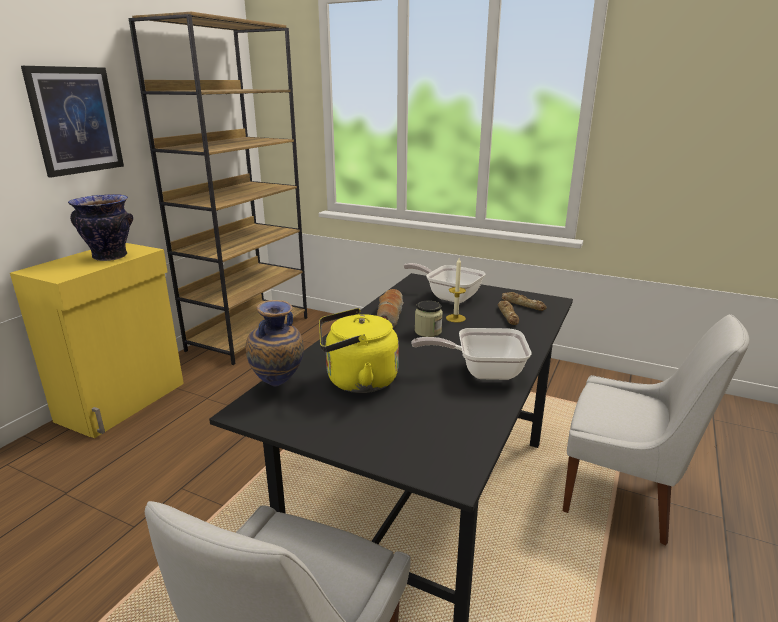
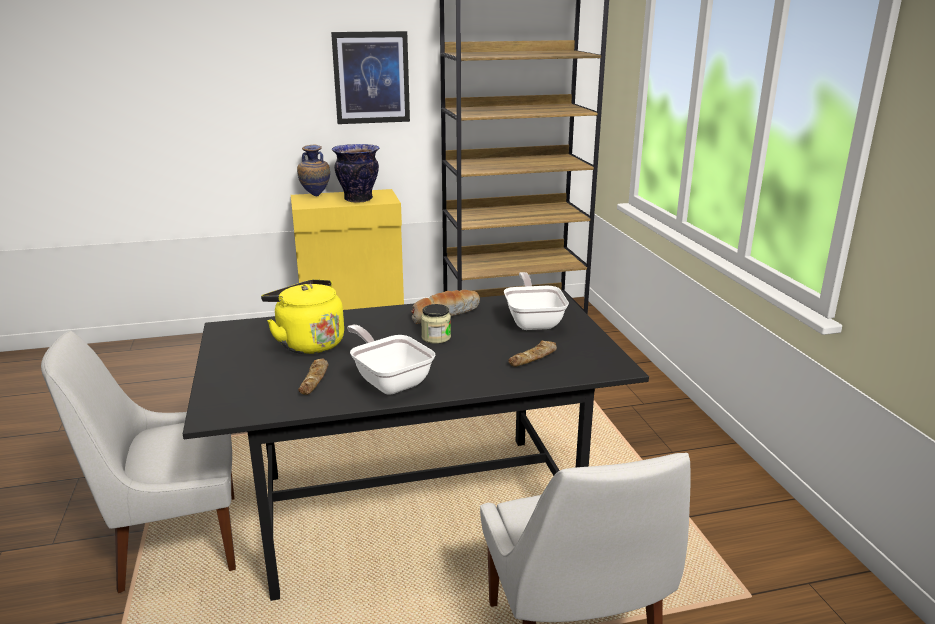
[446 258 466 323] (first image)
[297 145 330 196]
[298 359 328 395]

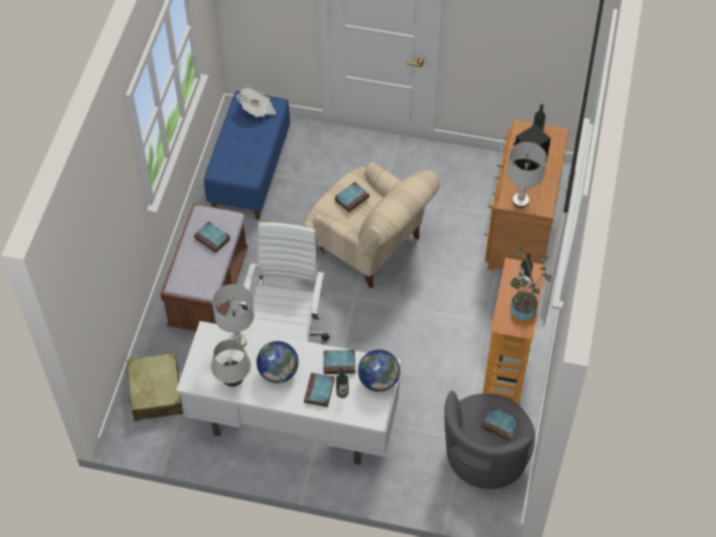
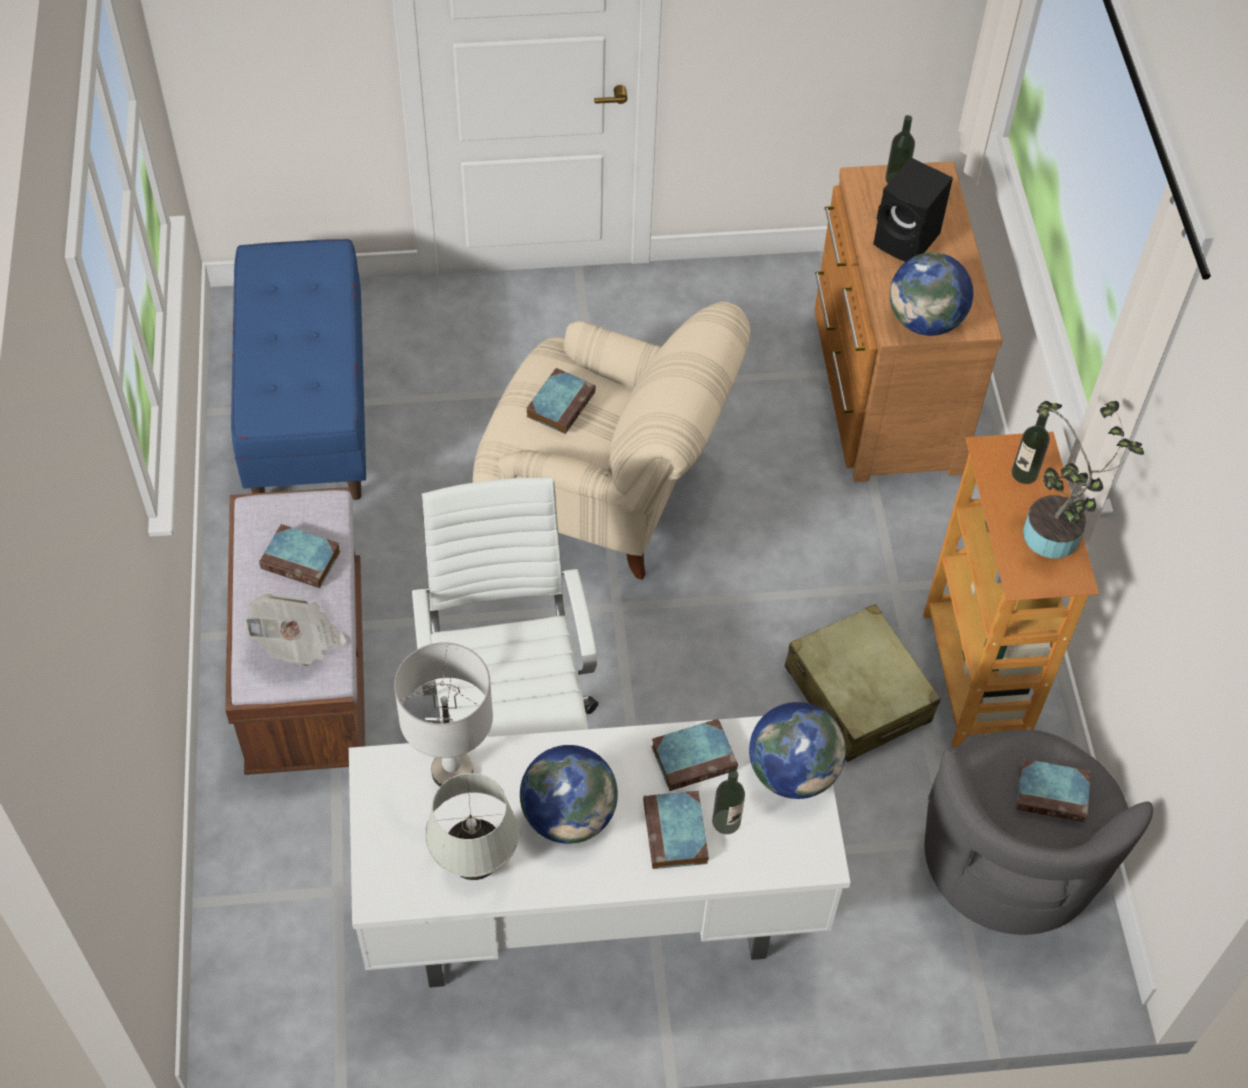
[785 604 941 762]
[242 594 346 666]
[890 252 973 336]

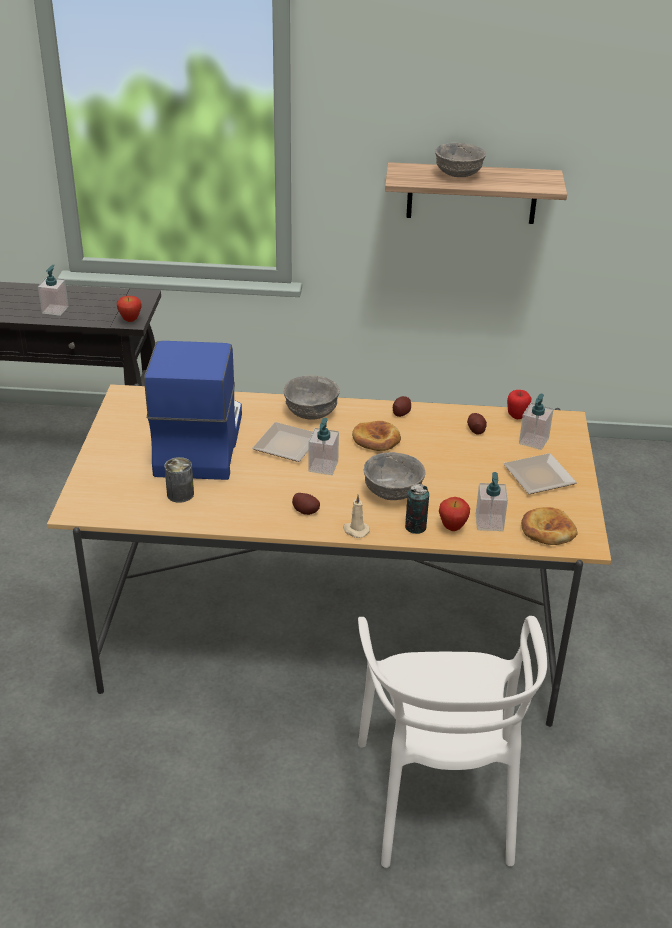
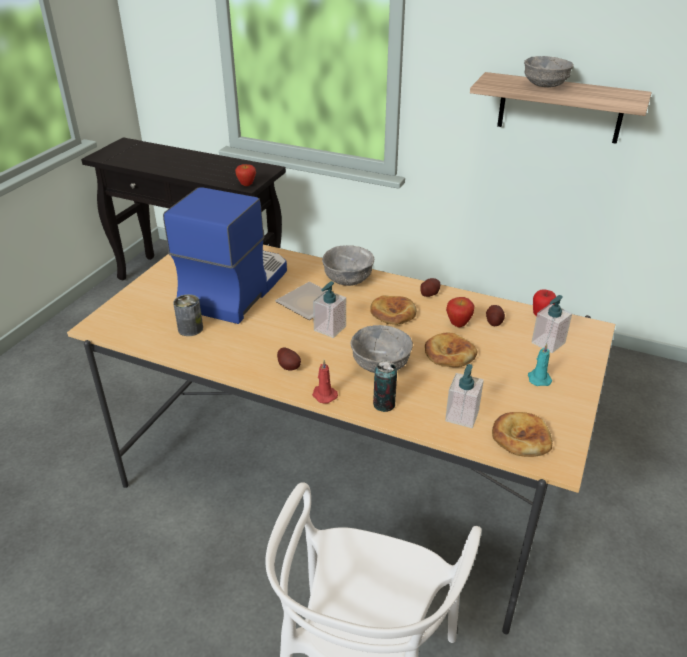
[38 265 69 316] (first image)
[425 333 478 367]
[446 297 474 327]
[528 343 552 386]
[312 360 338 404]

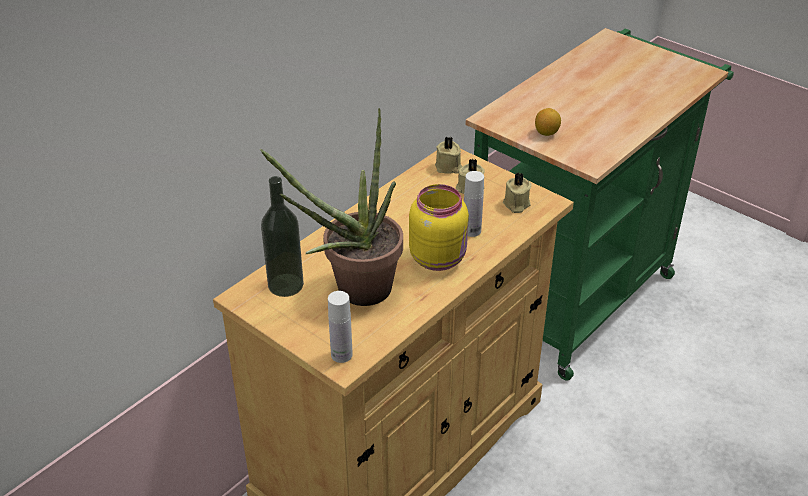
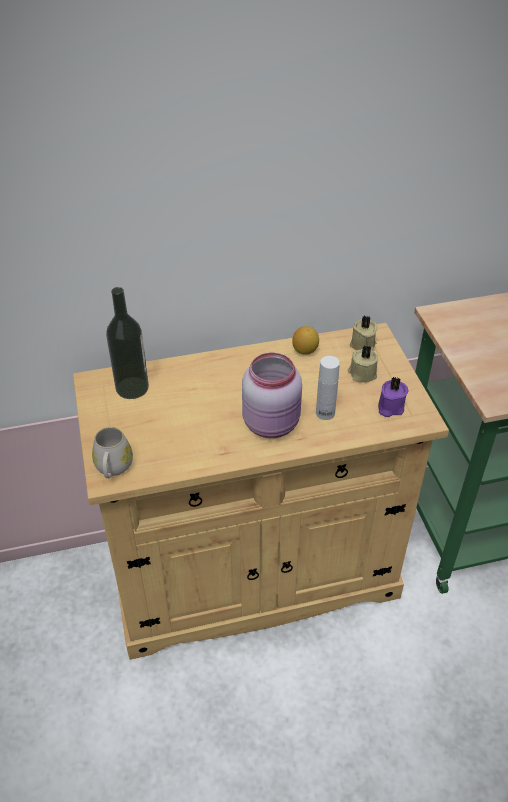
[260 108 403 306] (first image)
[292 326 319 355]
[92 427 133 478]
[242 353 302 438]
[378 377 408 417]

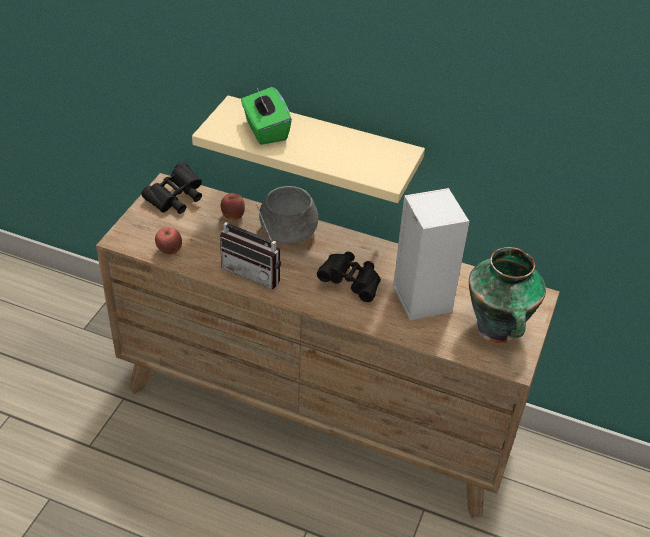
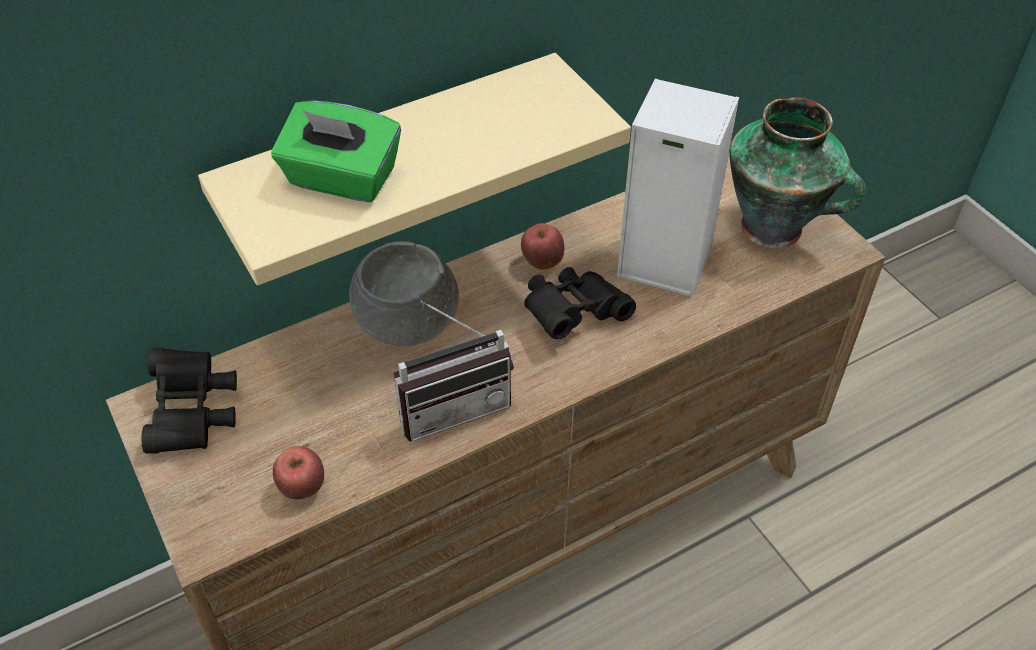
[521 223 564 270]

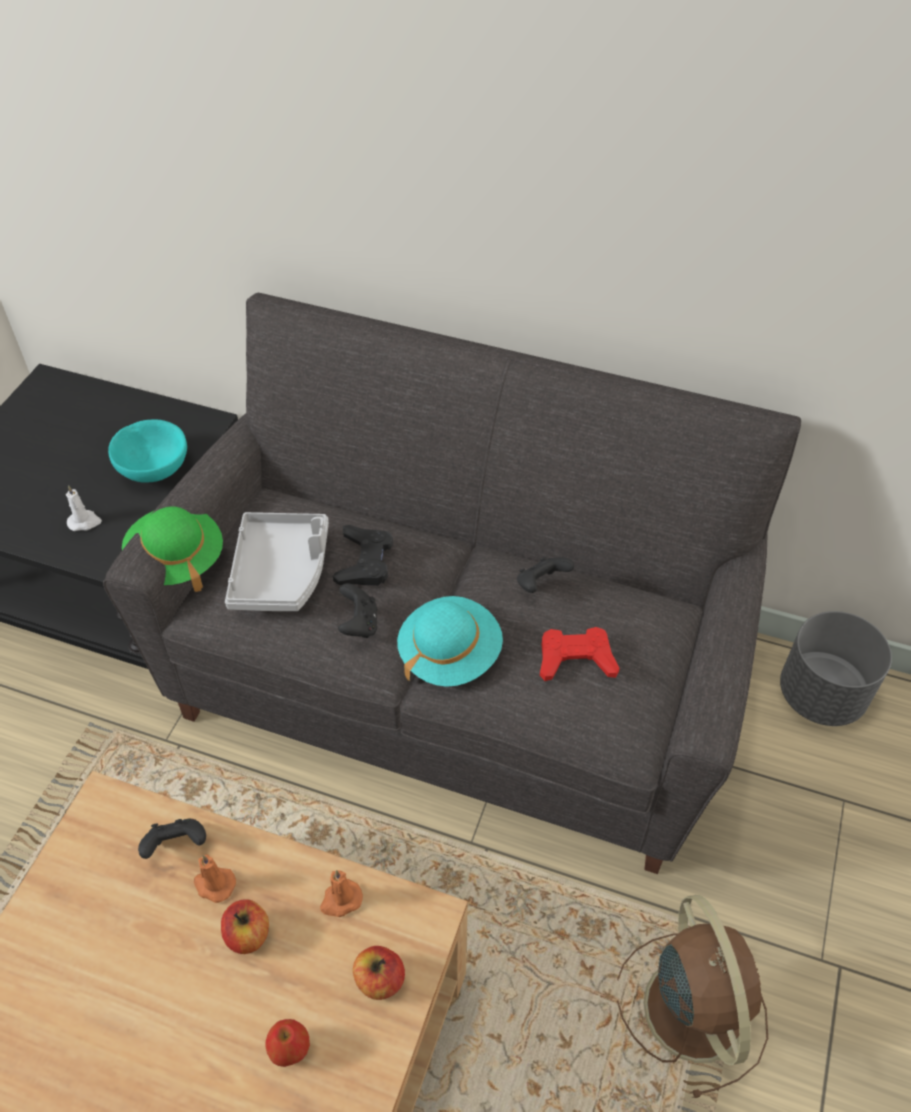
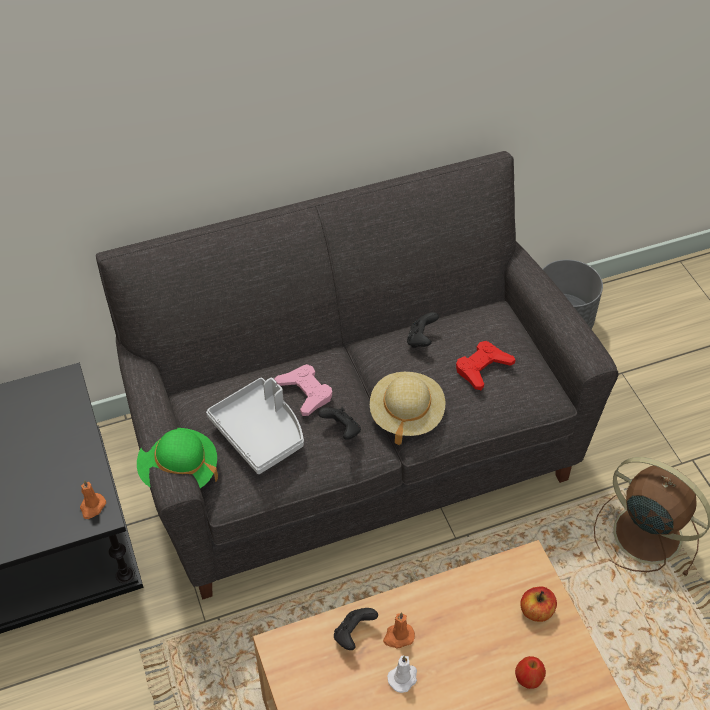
[108 420 187 483] (first image)
[221 899 269 954] (first image)
[387 656 417 693]
[80 480 106 519]
[274 364 332 416]
[370 372 445 445]

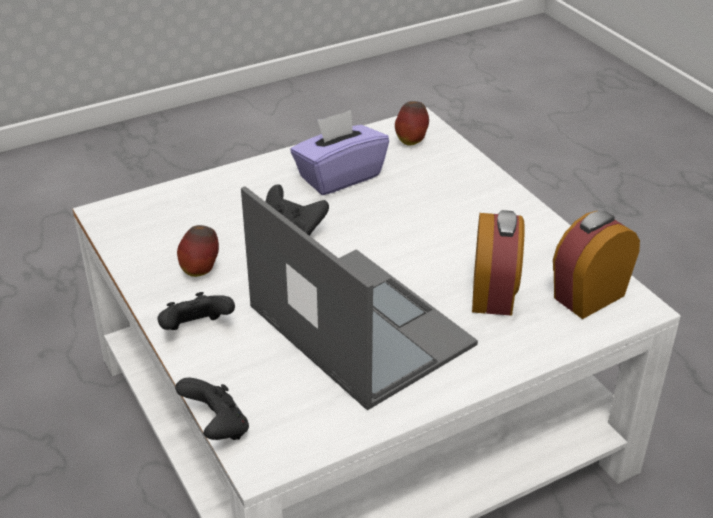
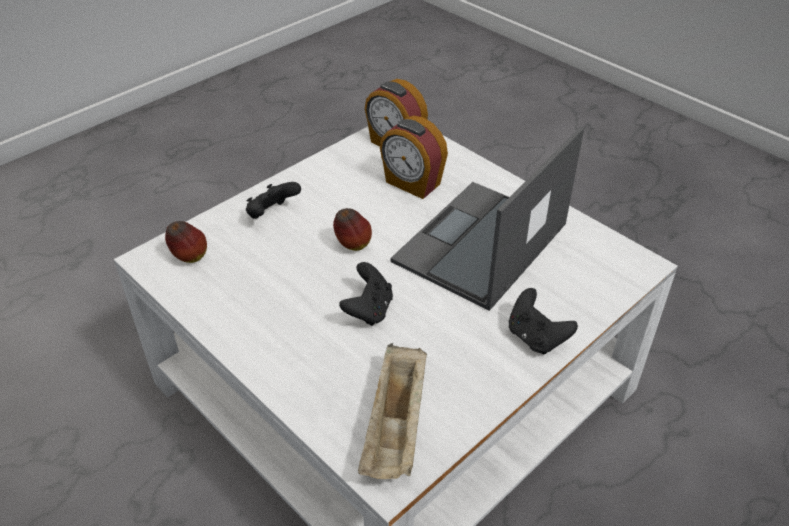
[290 110 389 195] (first image)
[358 343 427 479]
[246 182 301 219]
[333 208 372 251]
[380 116 448 199]

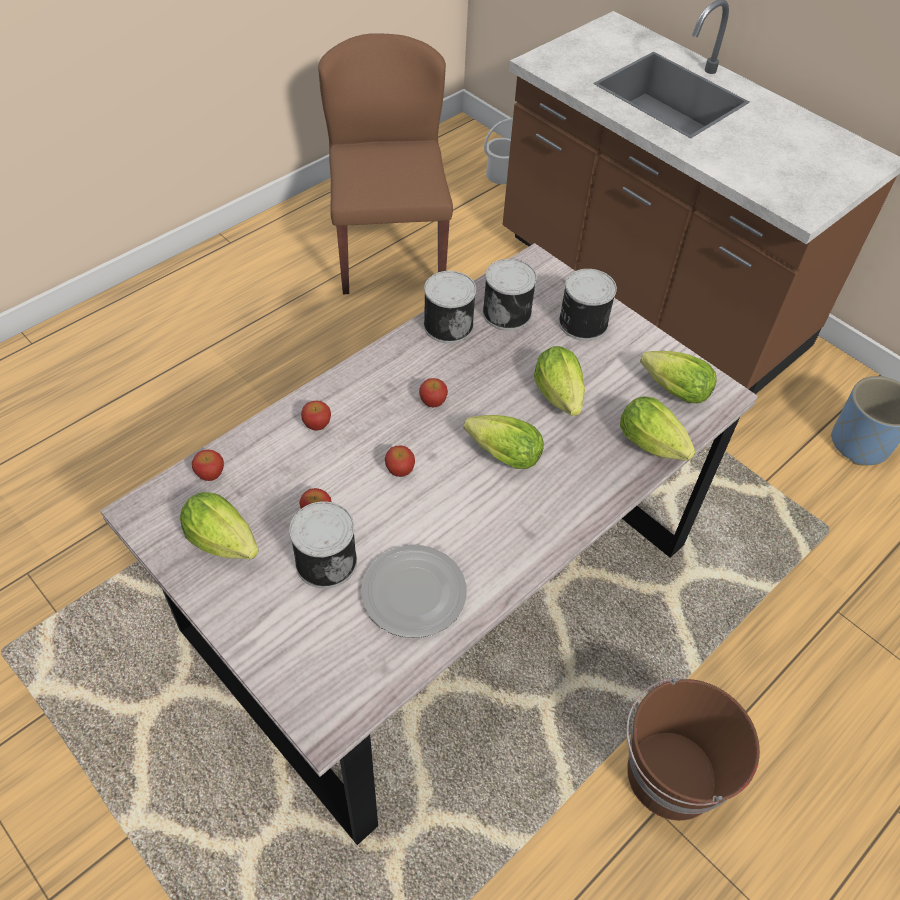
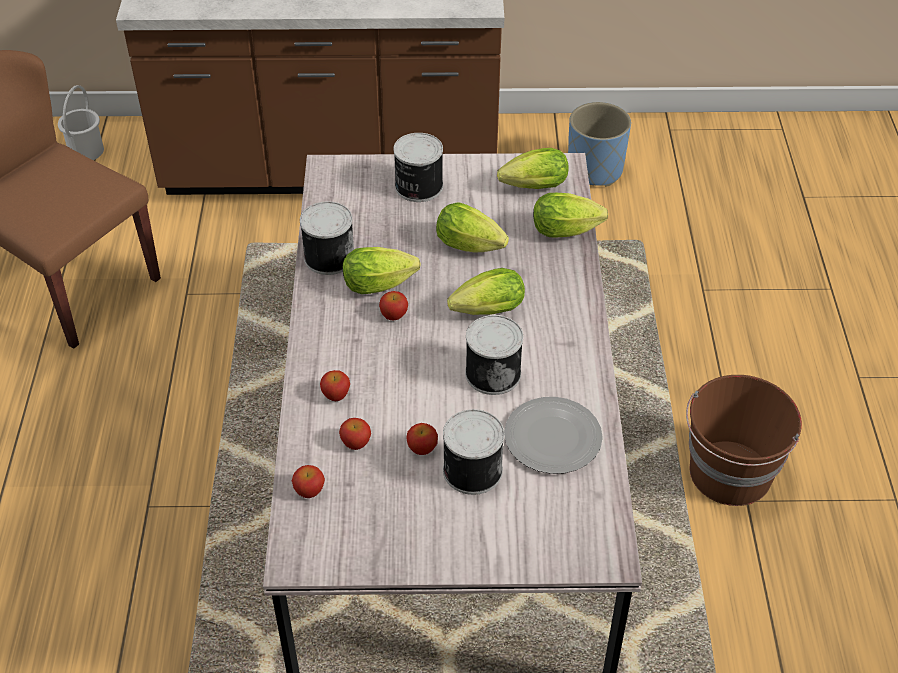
[343 247 421 294]
[339 418 371 450]
[465 315 523 395]

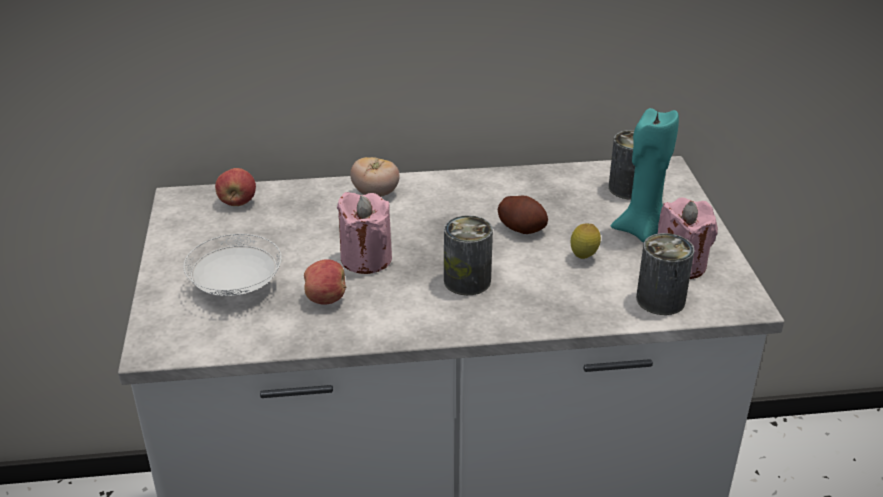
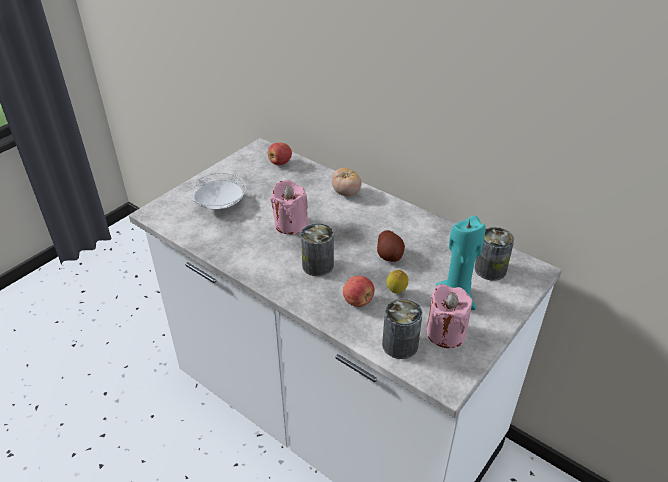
[343 276 375 307]

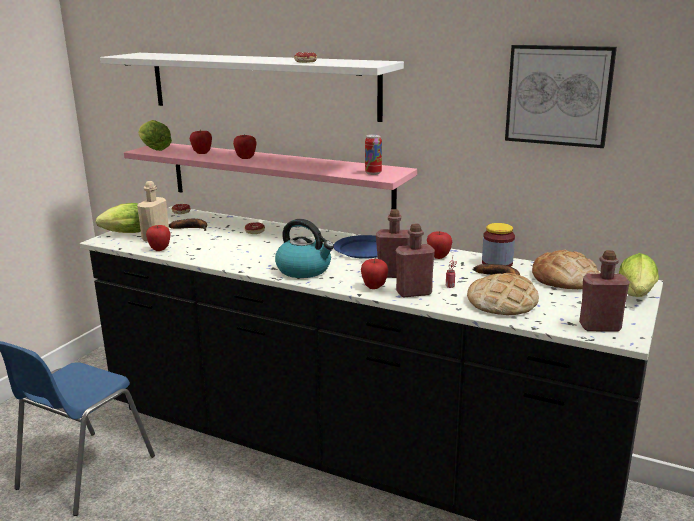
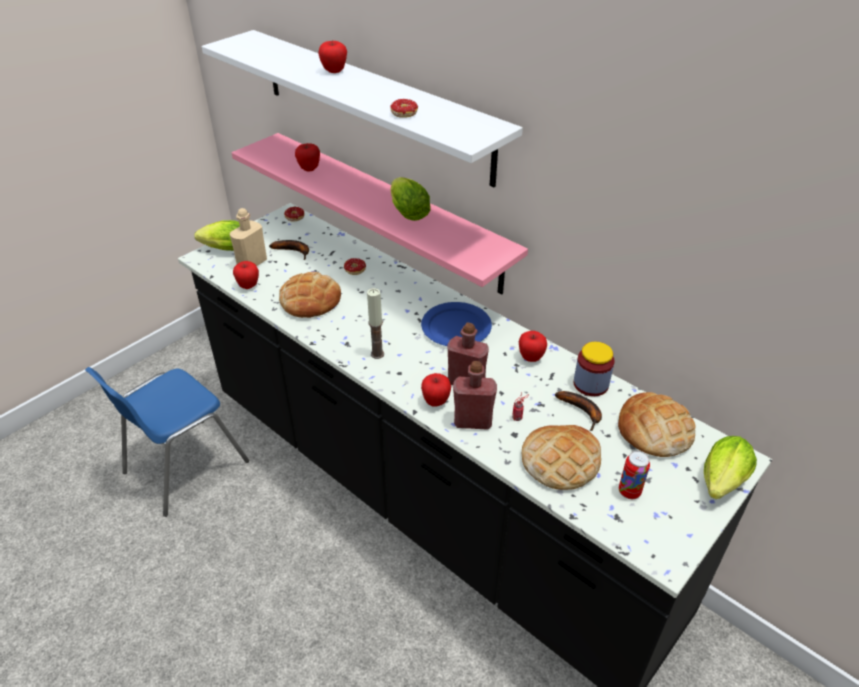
[505 45 617 148] (first image)
[579 250 630 332] (first image)
[279 272 341 318]
[391 177 430 221]
[318 41 347 73]
[619 451 650 499]
[367 288 384 359]

